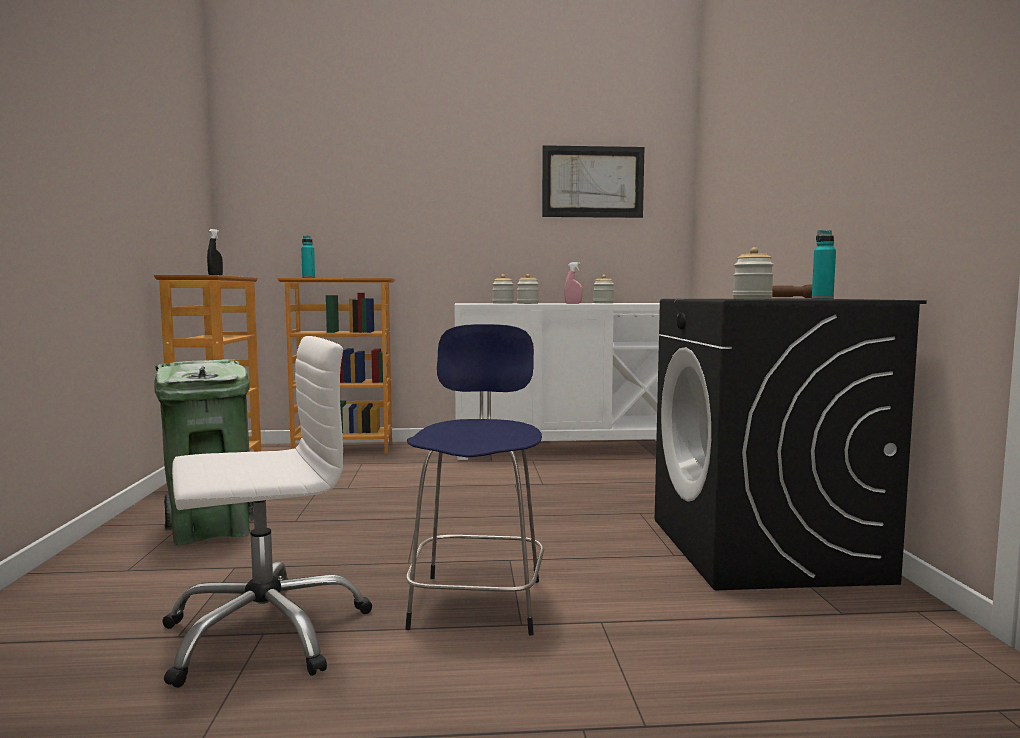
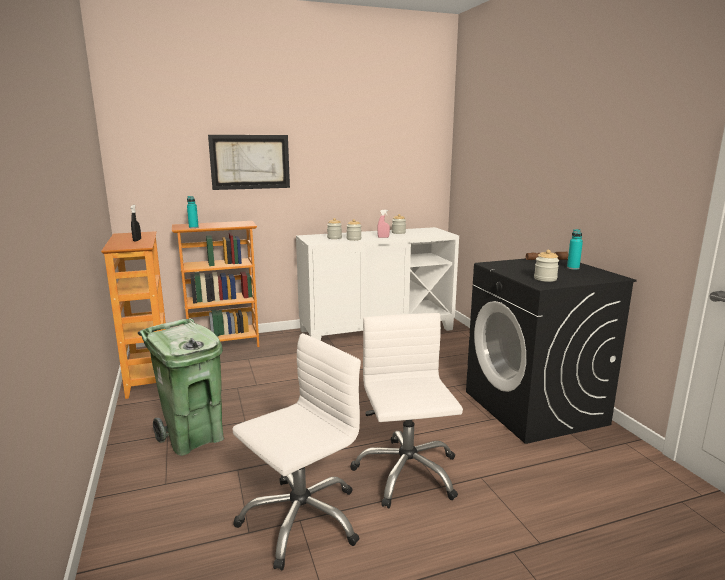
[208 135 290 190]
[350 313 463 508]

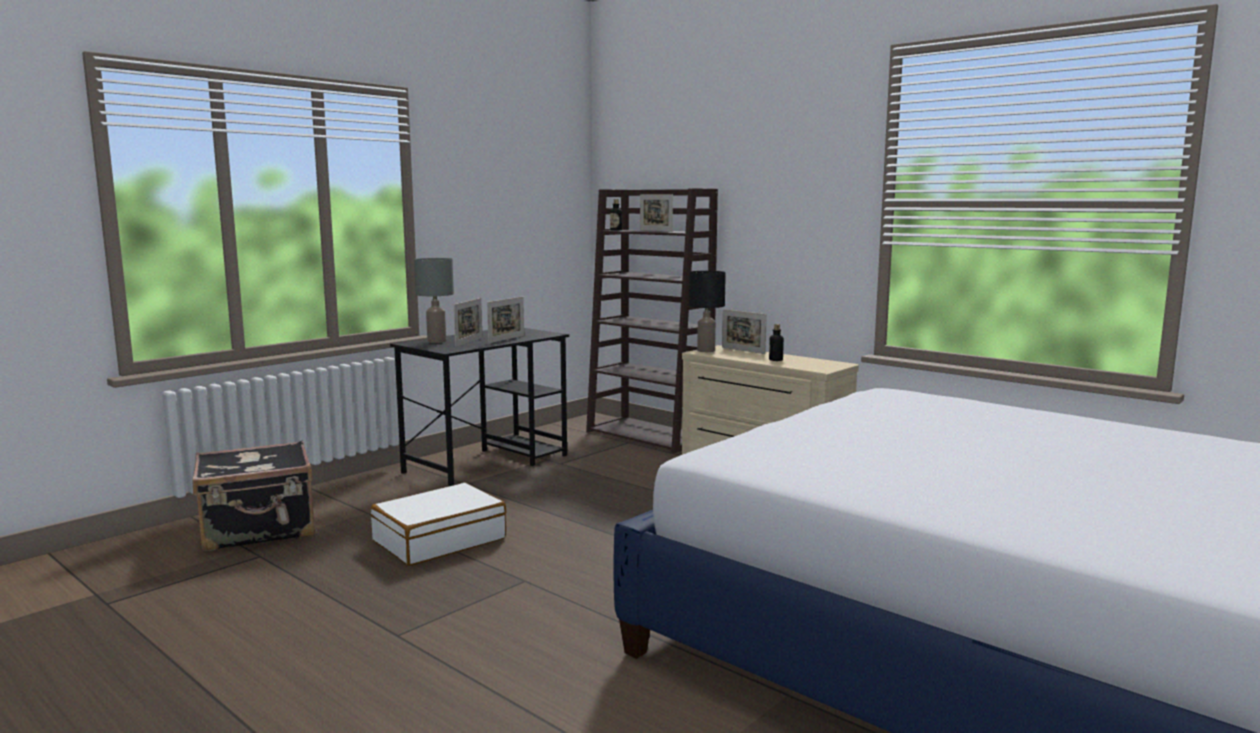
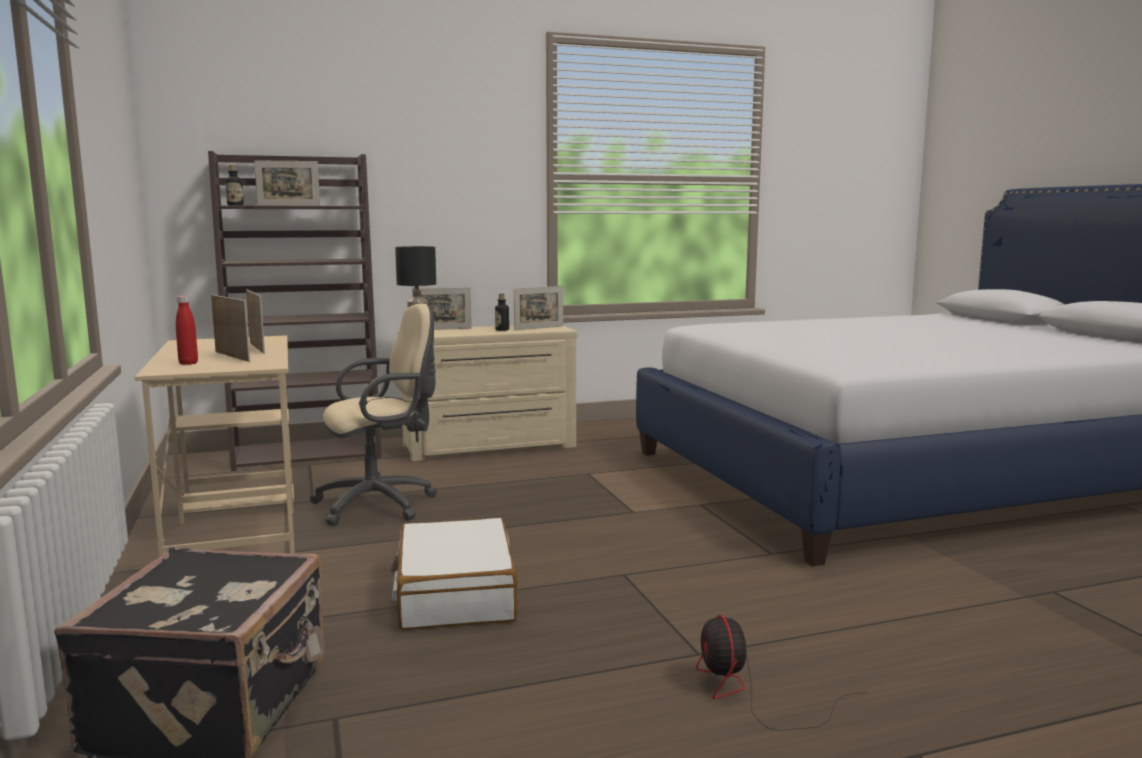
[310 304 437 526]
[514 286 563 330]
[696 615 867 731]
[176 296 198 365]
[135 335 295 557]

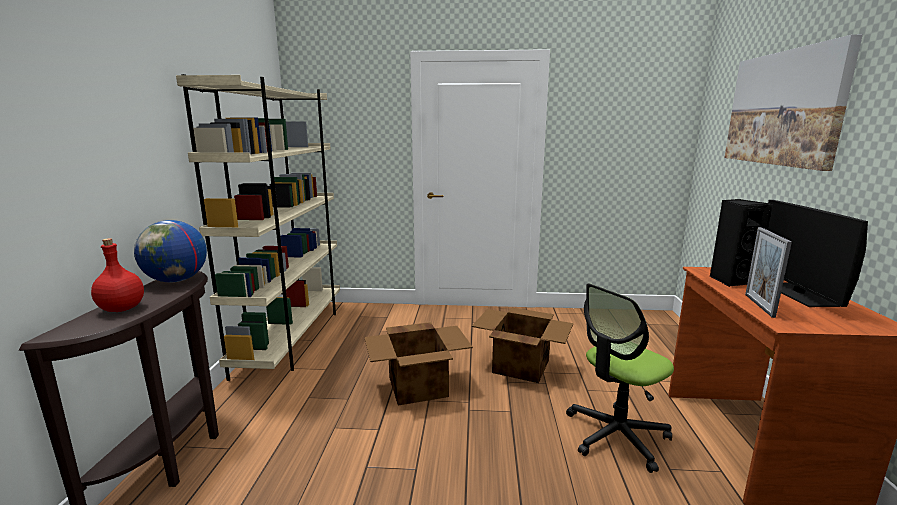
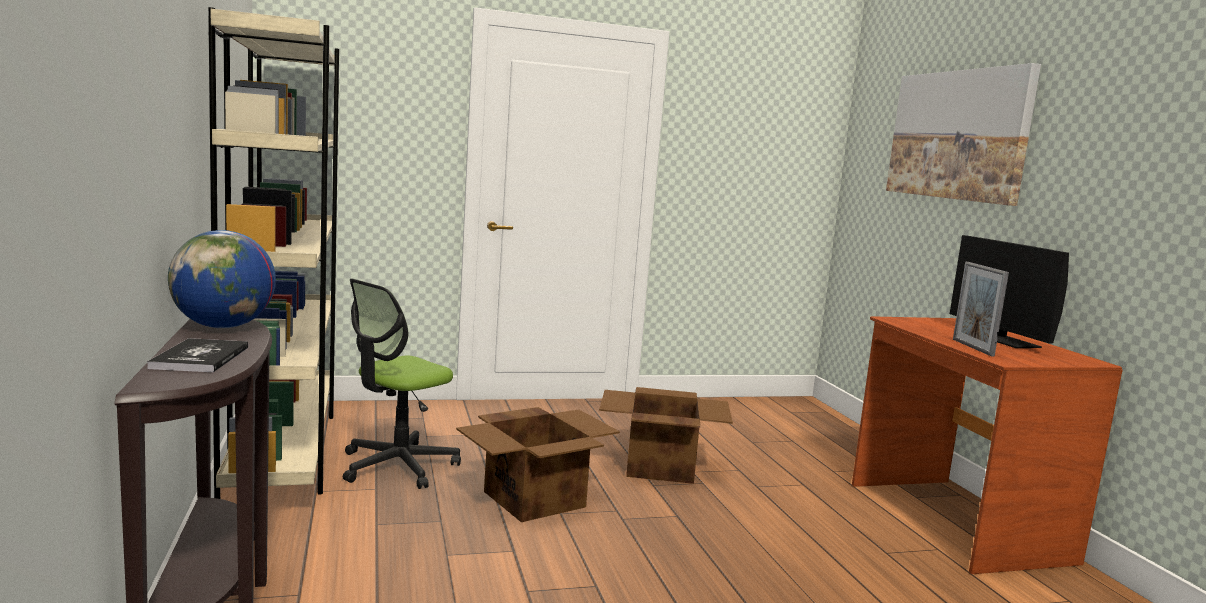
[710 199 773 287] (first image)
[343 279 461 489]
[147 338 248 372]

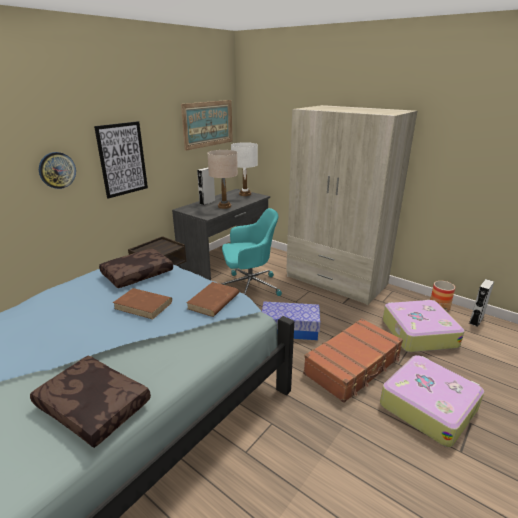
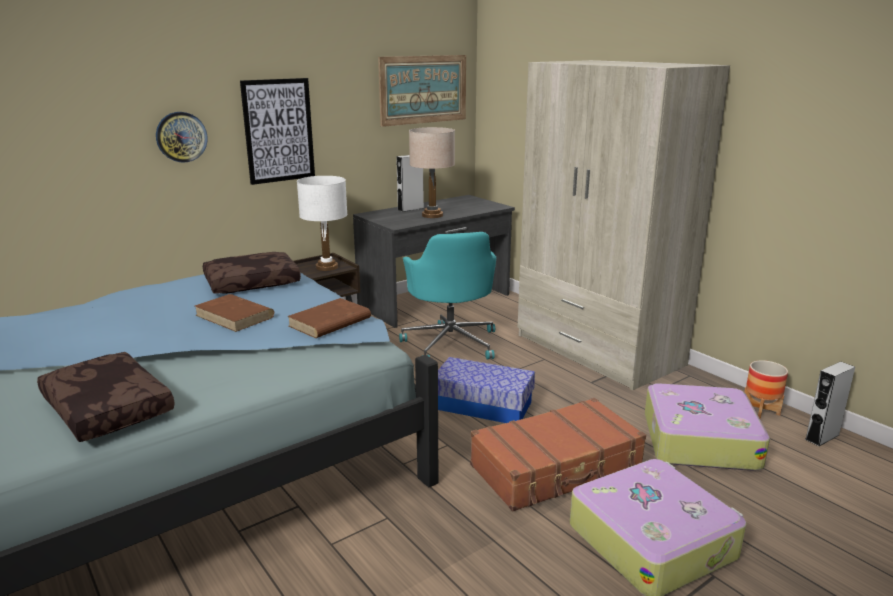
[297 176 347 271]
[399 232 496 359]

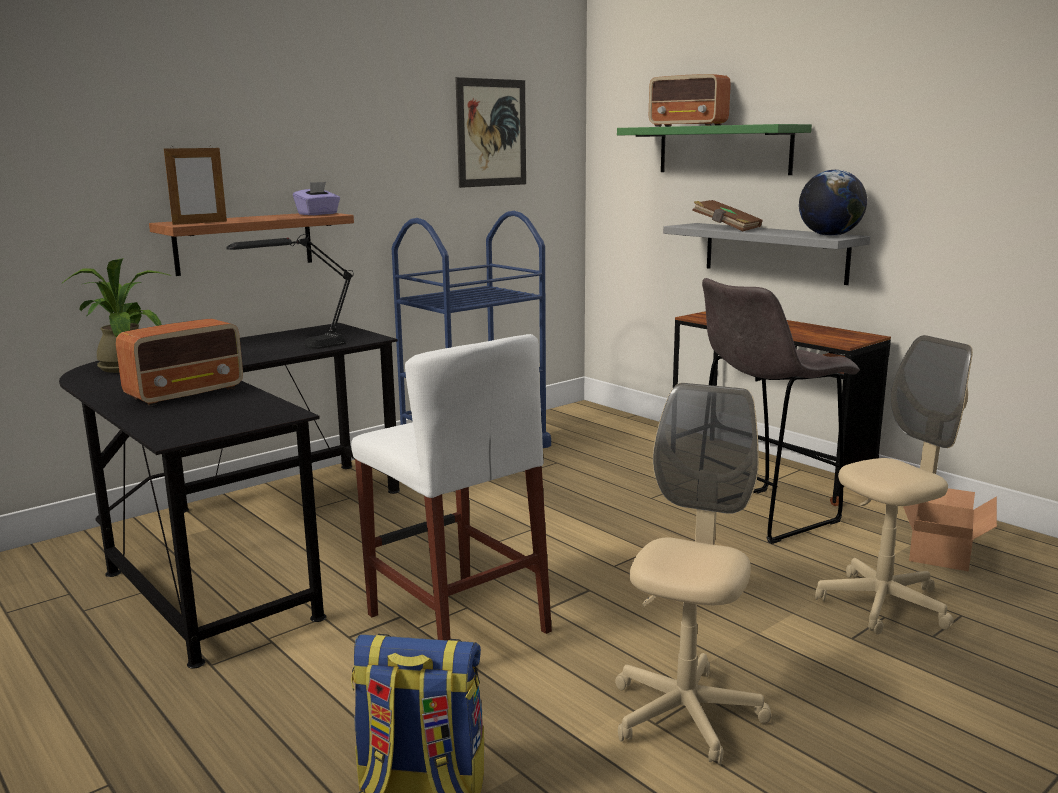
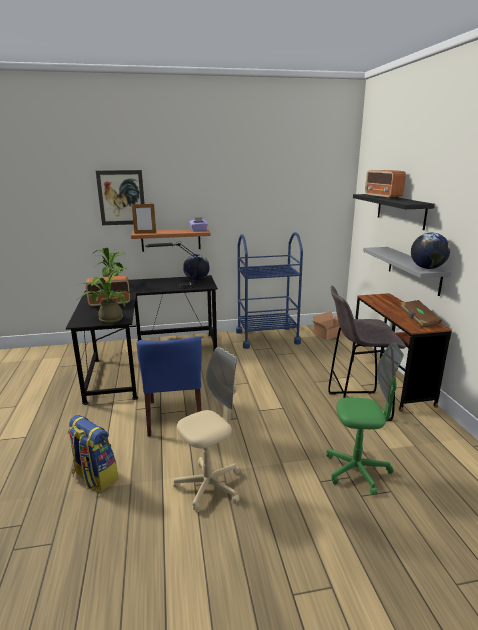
[77 268 137 323]
[183 254 210 281]
[96 170 145 225]
[400 300 442 328]
[312 311 344 340]
[136 336 202 437]
[353 194 435 230]
[326 342 404 495]

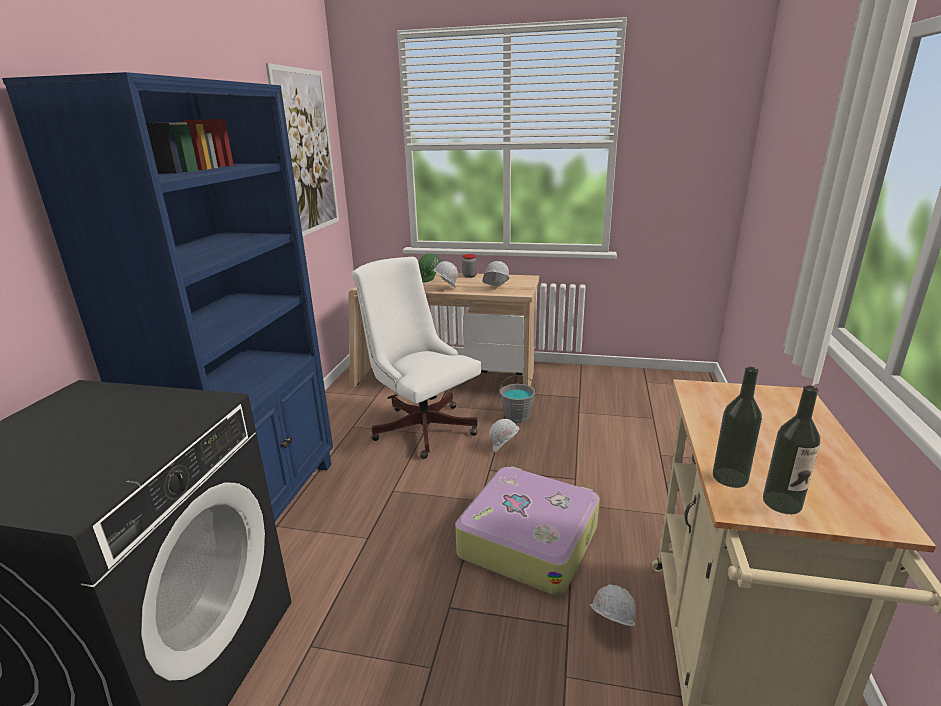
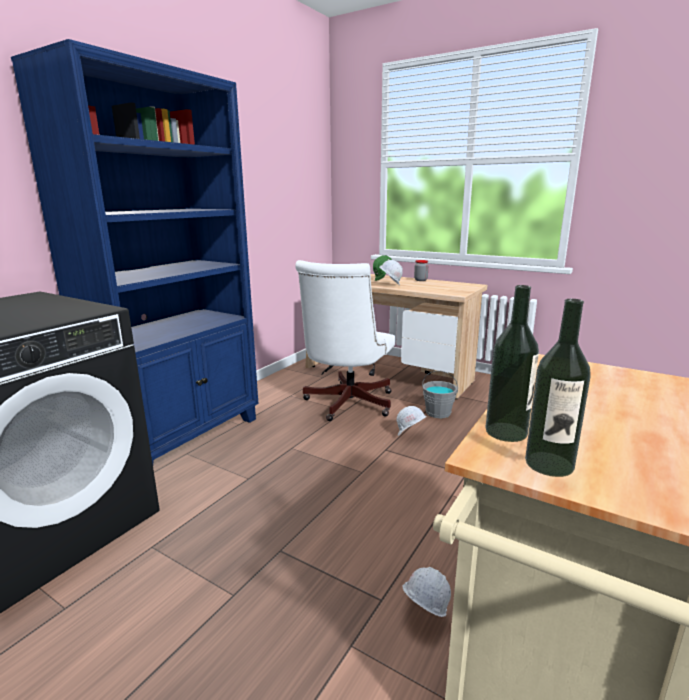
[266 63 339 236] (first image)
[455 466 600 595] (first image)
[482 261 509 286] (first image)
[295 260 395 421]

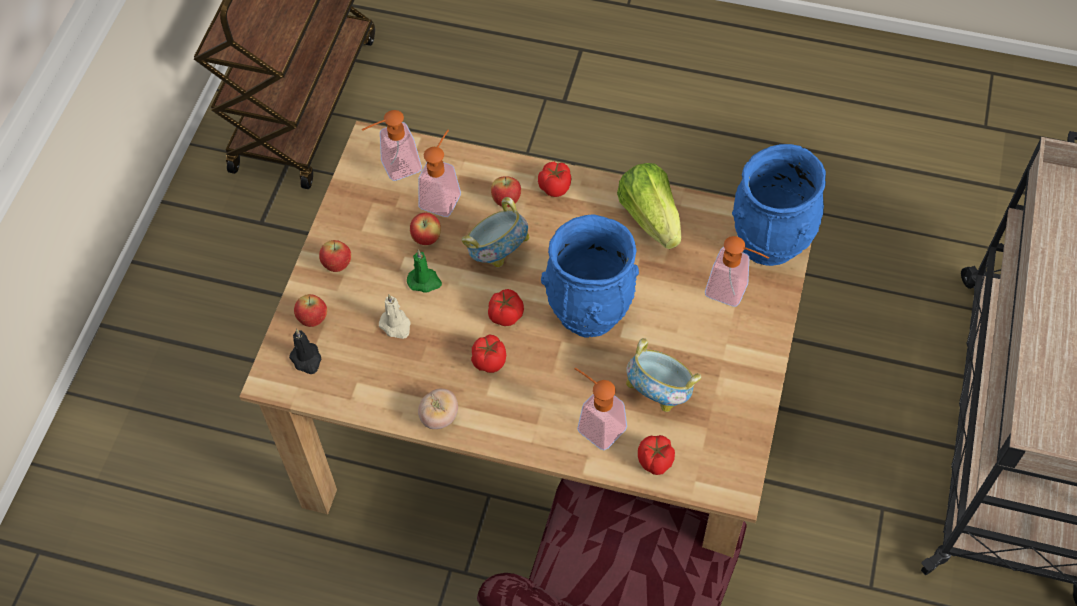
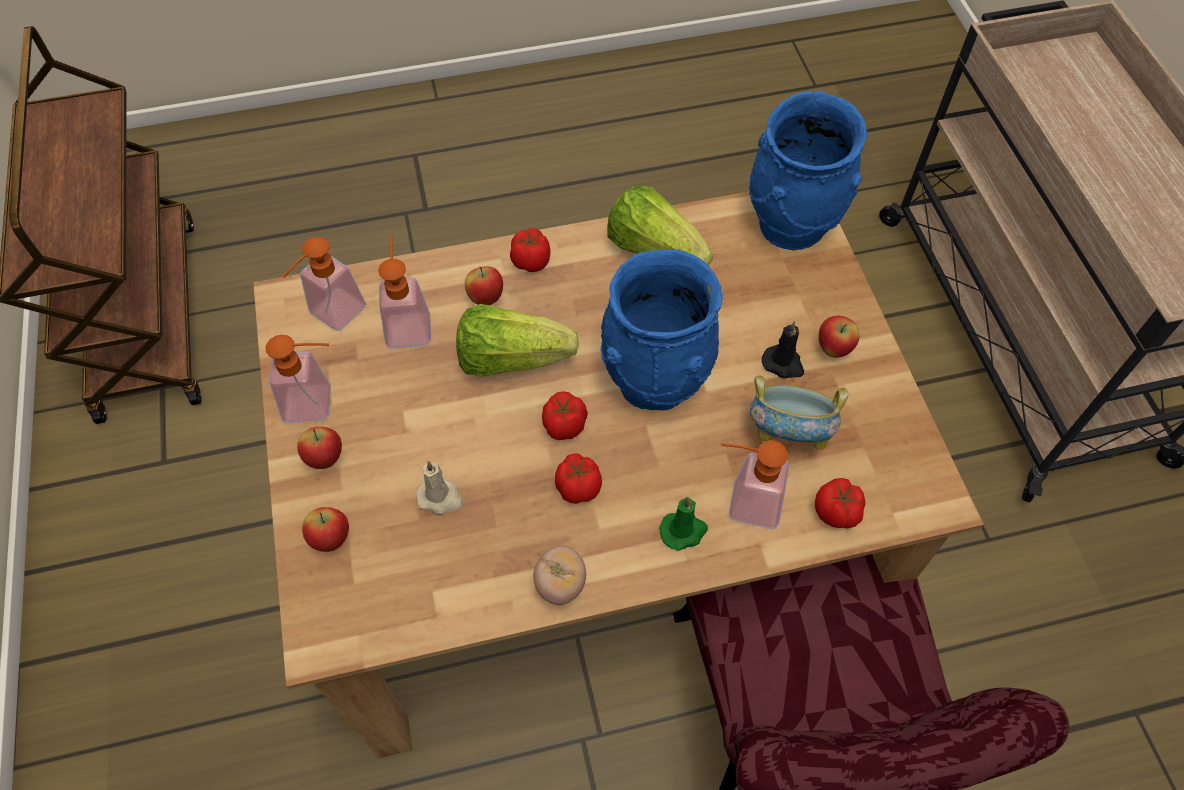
[762 321 804 378]
[659 497 708 551]
[819 316 859 358]
[265 335 331 423]
[456 304 579 377]

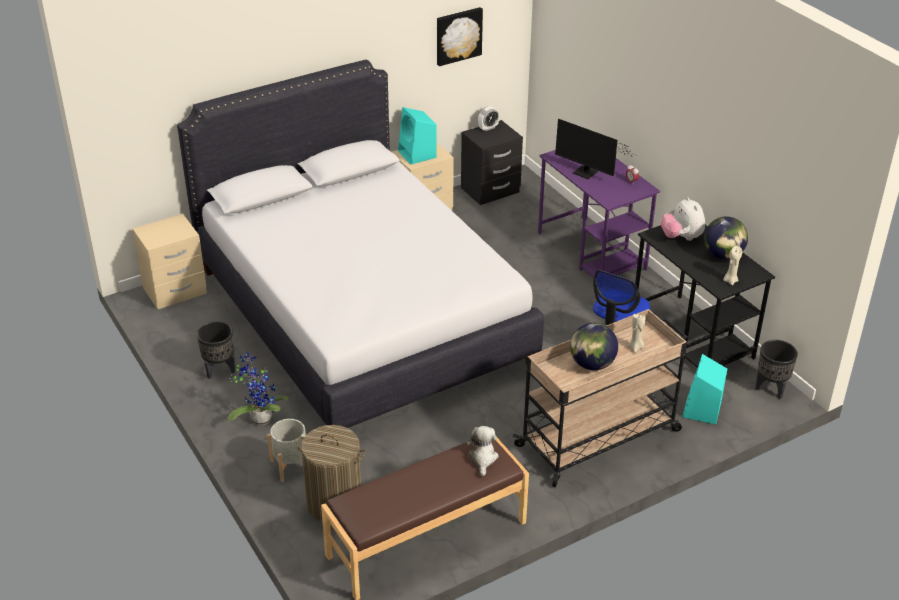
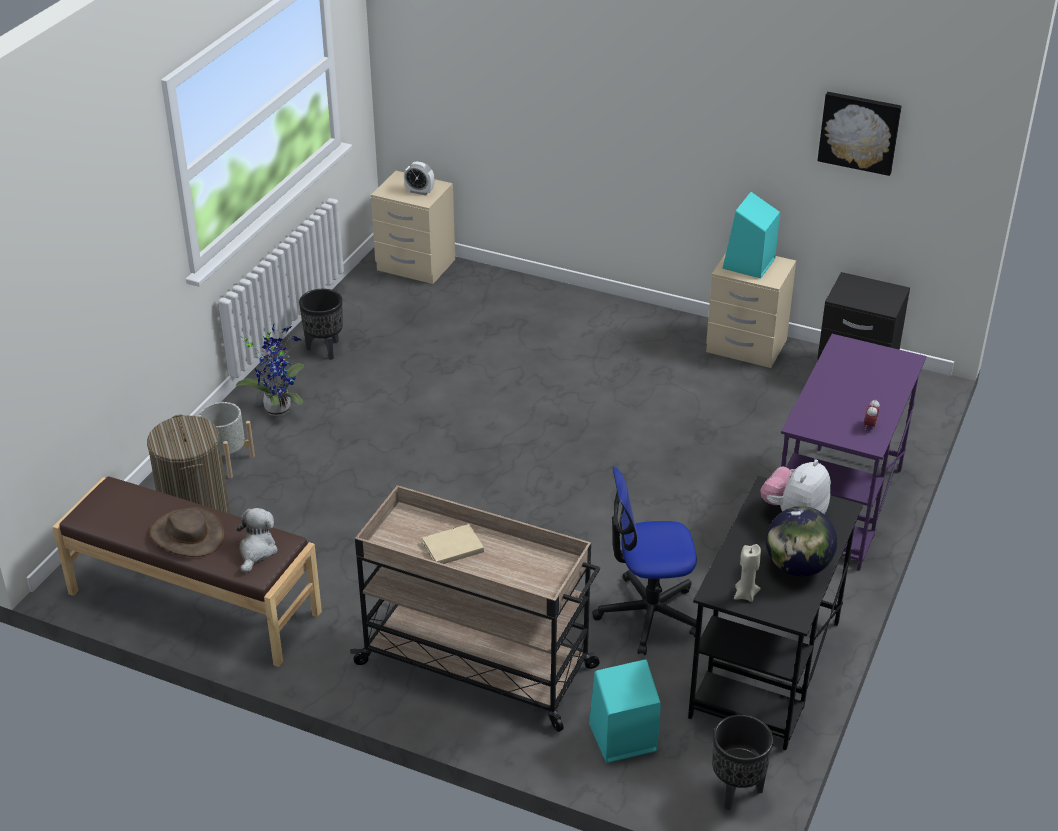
[177 59 544 428] (first image)
[555 119 636 179] (first image)
[628 314 645 353] (first image)
[149 507 225 557]
[404 161 434 195]
[422 524 484 564]
[236 508 278 573]

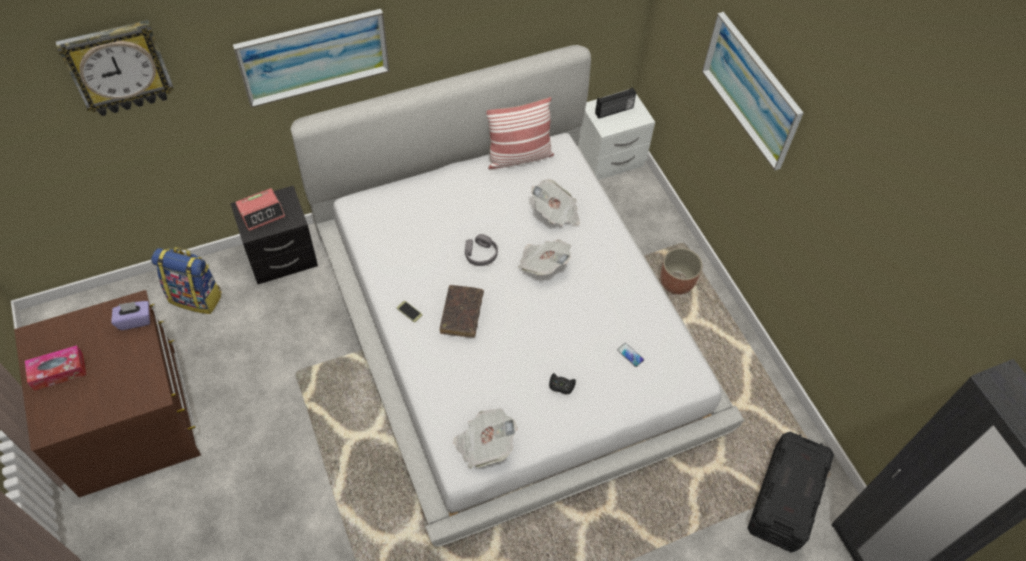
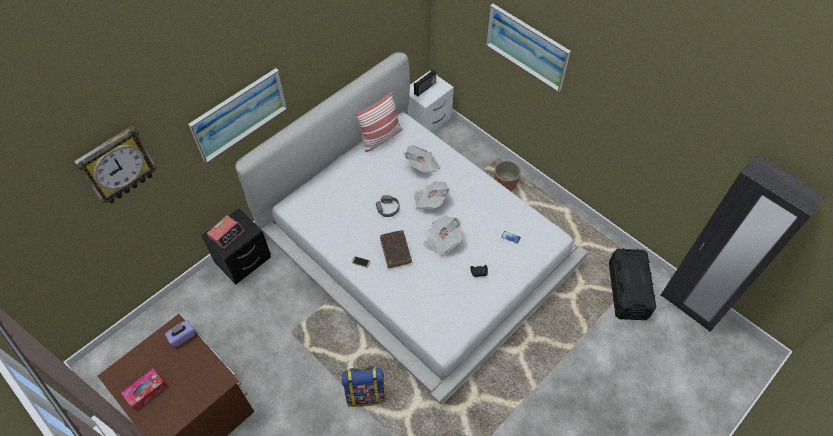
[342 365 385 407]
[423 215 463 256]

